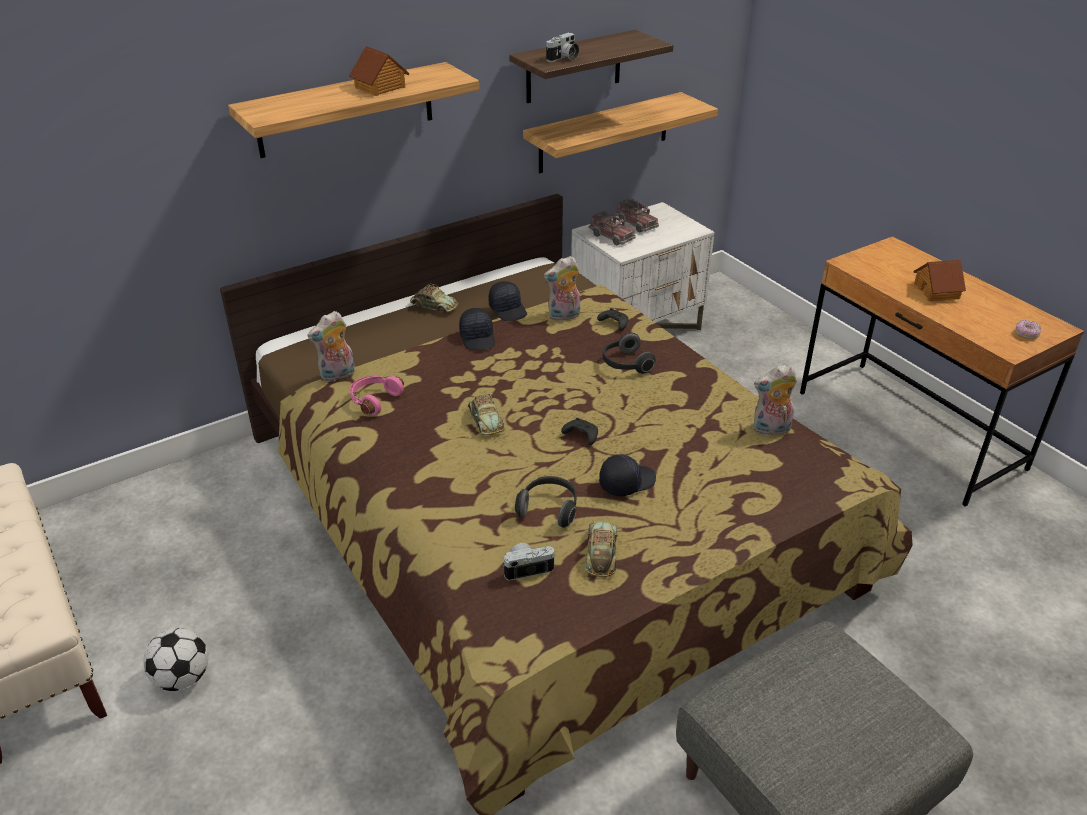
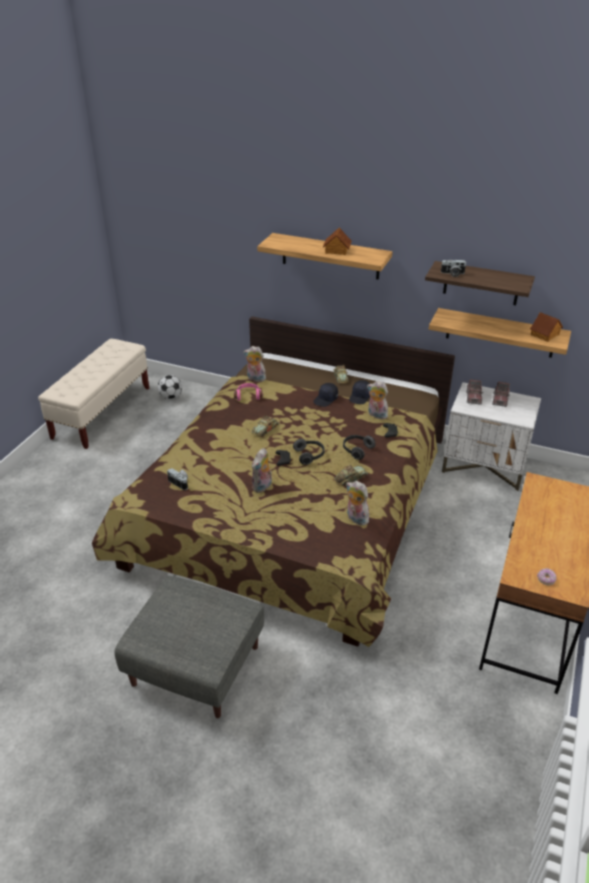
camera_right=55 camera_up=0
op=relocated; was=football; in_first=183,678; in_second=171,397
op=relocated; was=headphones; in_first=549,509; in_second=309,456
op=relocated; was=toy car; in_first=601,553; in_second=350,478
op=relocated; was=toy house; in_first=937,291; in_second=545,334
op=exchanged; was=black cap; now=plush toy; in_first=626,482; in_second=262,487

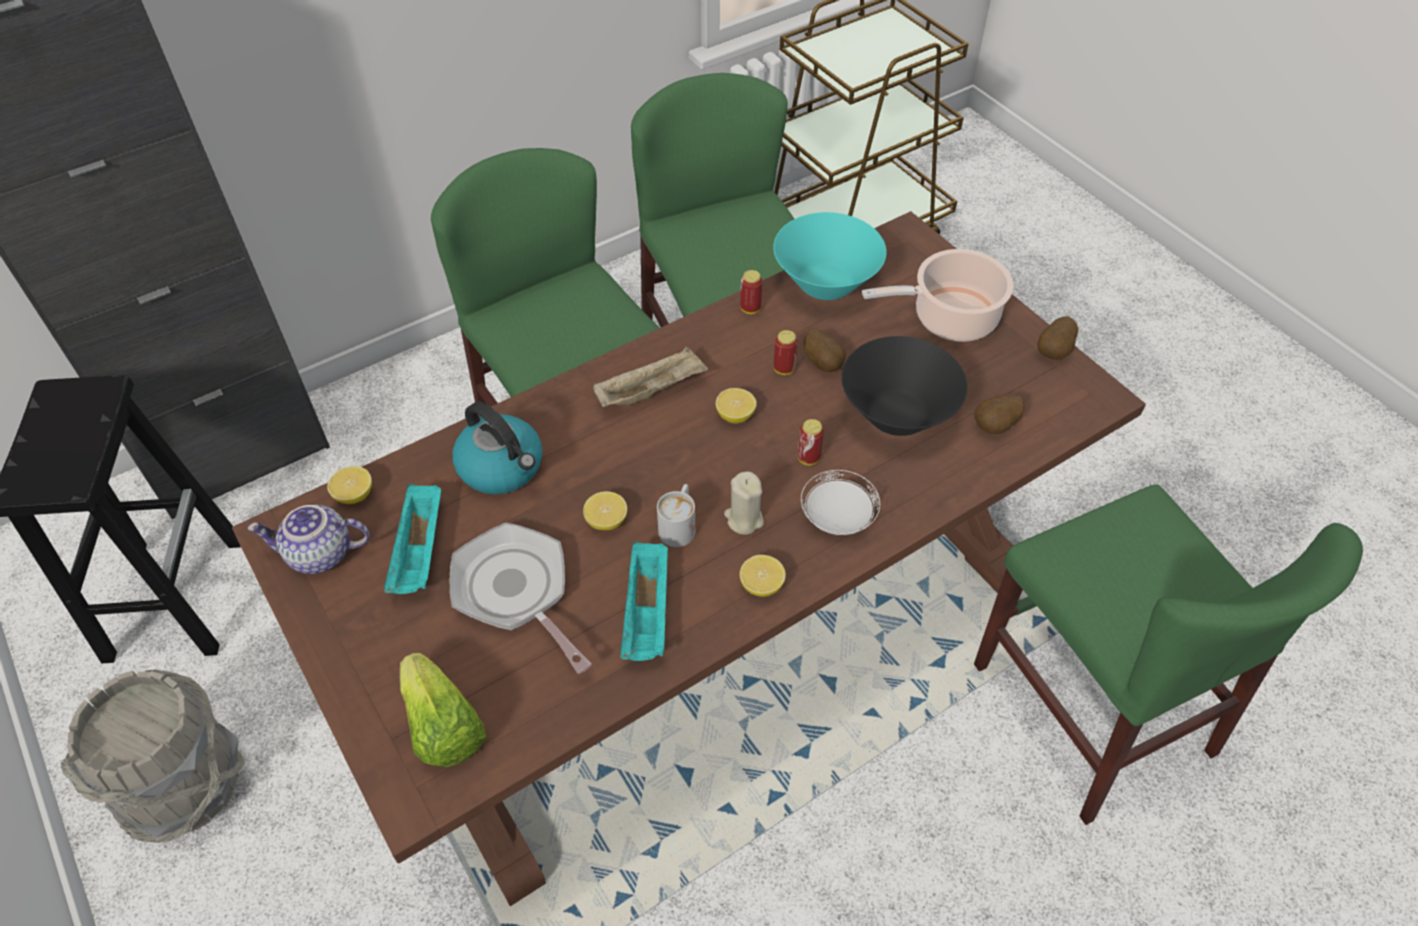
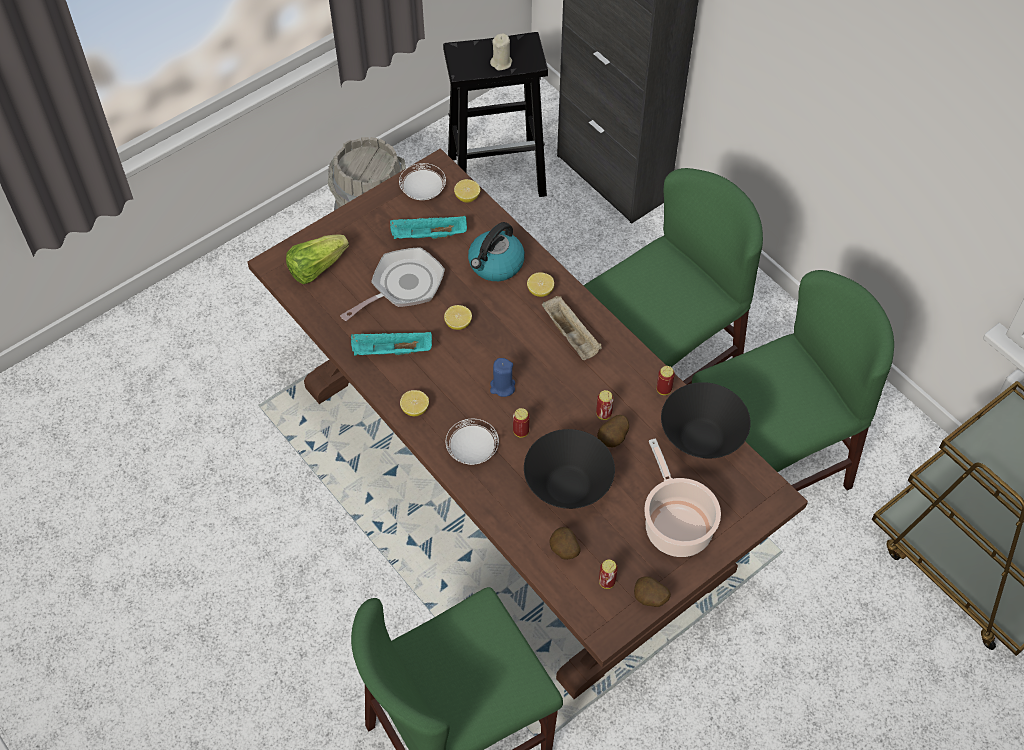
camera_right=85 camera_up=5
op=missing; was=white mug; in_first=679,525
op=appeared; now=blue candle; in_second=502,387
op=appeared; now=can; in_second=607,582
op=relocated; was=lemon; in_first=735,415; in_second=540,291
op=relocated; was=beige candle; in_first=744,519; in_second=501,63
op=exchanged; was=teapot; now=white plate; in_first=319,555; in_second=423,191
op=colour; was=turquoise bowl; now=black bowl; in_first=825,283; in_second=701,438

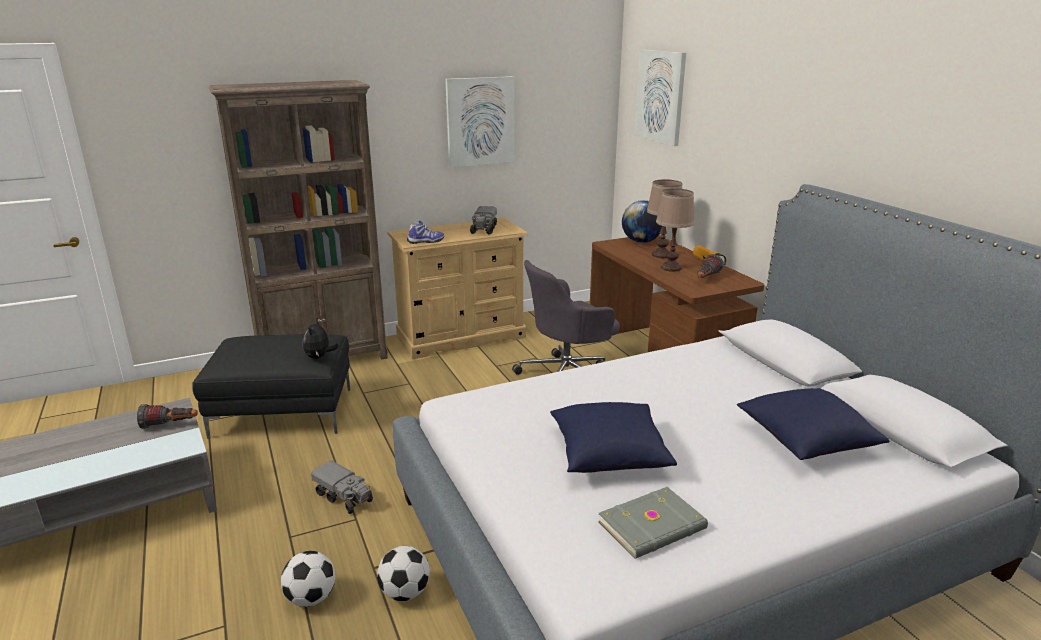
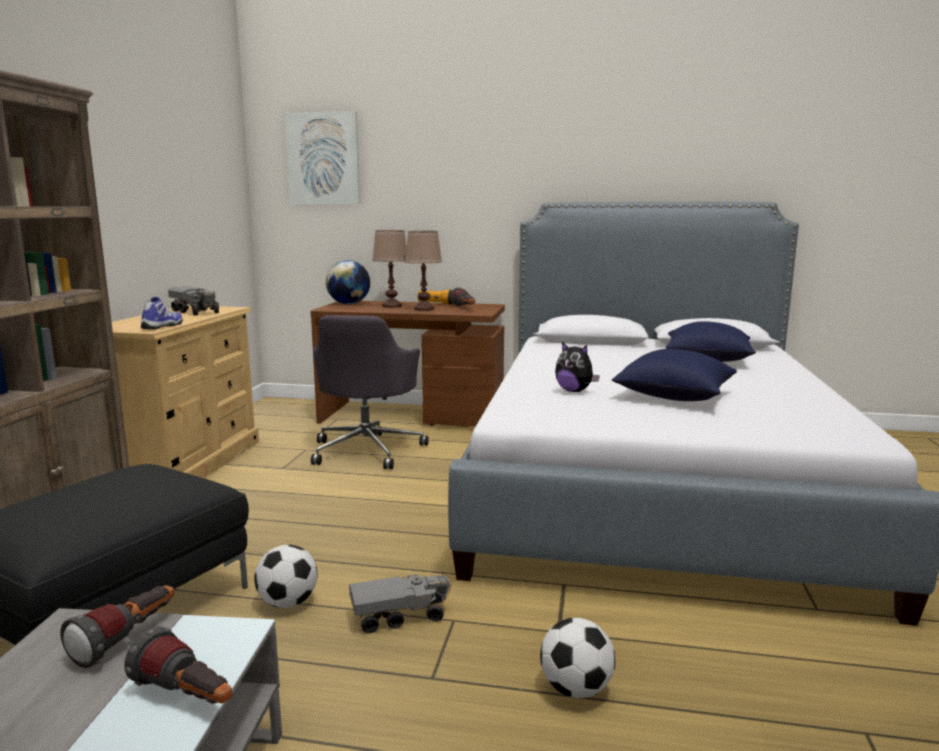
camera_right=-55 camera_up=-10
op=missing; was=picture; in_first=480,121
op=missing; was=grey book; in_first=653,527
op=appeared; now=flashlight; in_second=187,698
op=relocated; was=plush toy; in_first=319,357; in_second=574,391
op=relocated; was=football; in_first=405,592; in_second=288,603

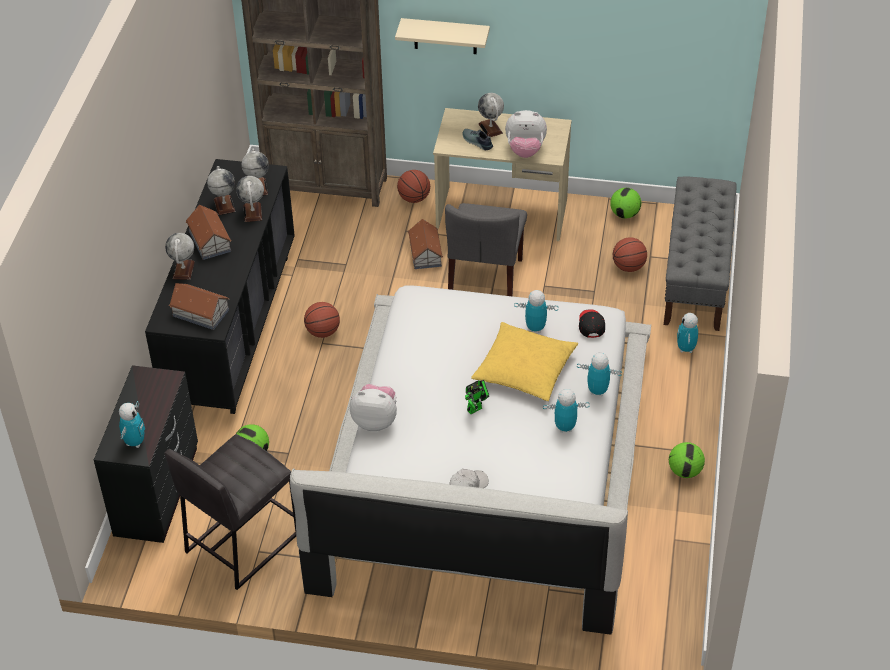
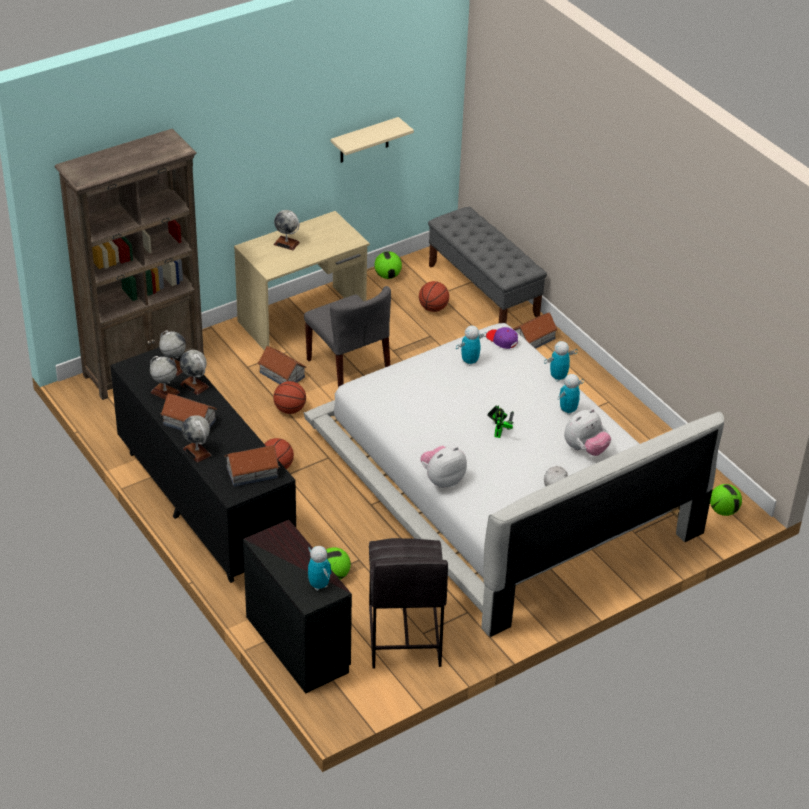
camera_right=-45 camera_up=-5
op=missing; was=shoe; in_first=476,142
op=missing; was=yellow pillow; in_first=524,370
op=relocated; was=beige shelf; in_first=445,36; in_second=364,141
op=relocated; was=basketball; in_first=414,198; in_second=289,410
op=relocated; was=plush toy; in_first=525,150; in_second=585,449
op=relocated; was=football; in_first=685,471; in_second=723,511
op=exchanged; was=toy robot; now=toy house; in_first=686,349; in_second=533,339
op=colour; was=black cap; now=purple cap; in_first=591,325; in_second=502,340

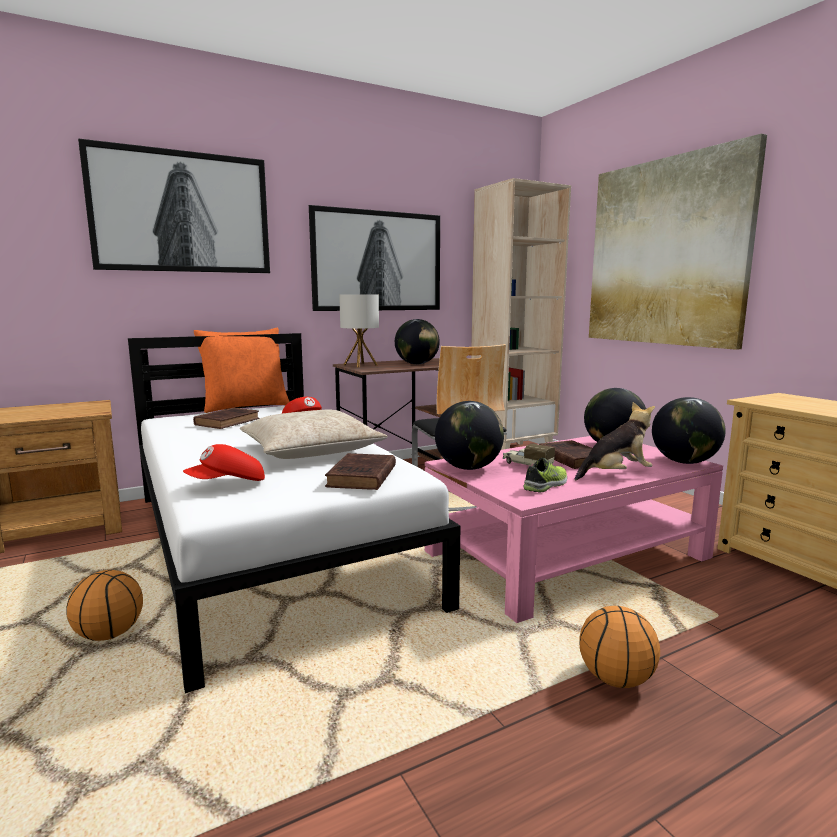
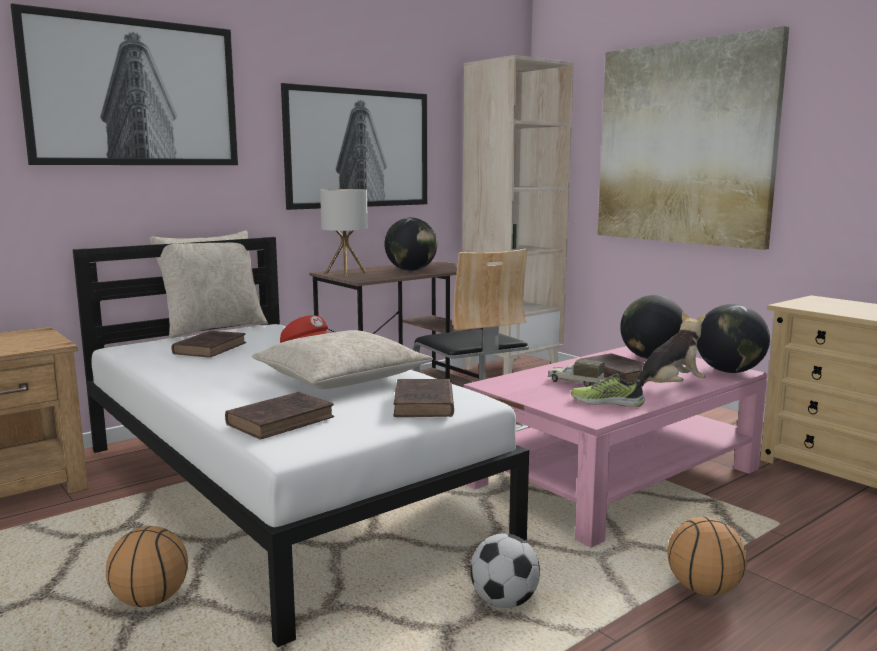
camera_right=-10 camera_up=0
op=missing; was=globe; in_first=468,468
op=appeared; now=football; in_second=503,602
op=exchanged; was=red cap; now=brown book; in_first=228,484; in_second=283,420
op=colour; was=orange pillow; now=beige pillow; in_first=245,407; in_second=213,328
op=spun; was=shoe; in_first=547,485; in_second=607,402; clockwise=-105

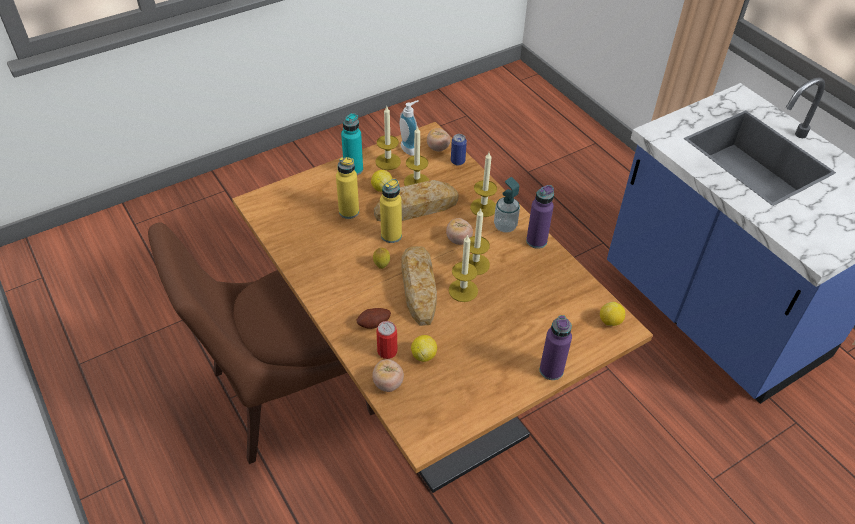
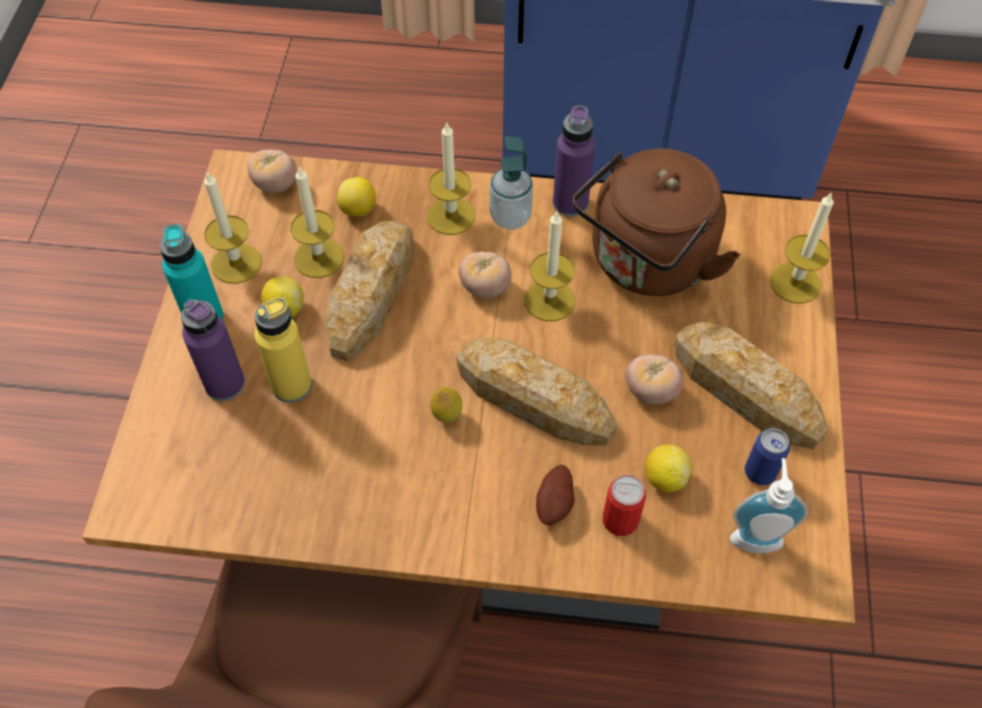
camera_right=-50 camera_up=10
op=missing; was=yellow bottle; in_first=391,235
op=appeared; now=brown kettle; in_second=646,263
op=appeared; now=bread; in_second=745,391
op=relocated; was=tomato; in_first=388,383; in_second=651,391
op=relocated; was=soap dispenser; in_first=410,148; in_second=756,535
op=relocated; was=candle; in_first=463,290; in_second=795,283
op=relocated; was=can; in_first=457,161; in_second=760,472
op=relocated; was=purple bottle; in_first=551,370; in_second=225,384
op=relocated; was=lemon; in_first=610,322; in_second=358,210

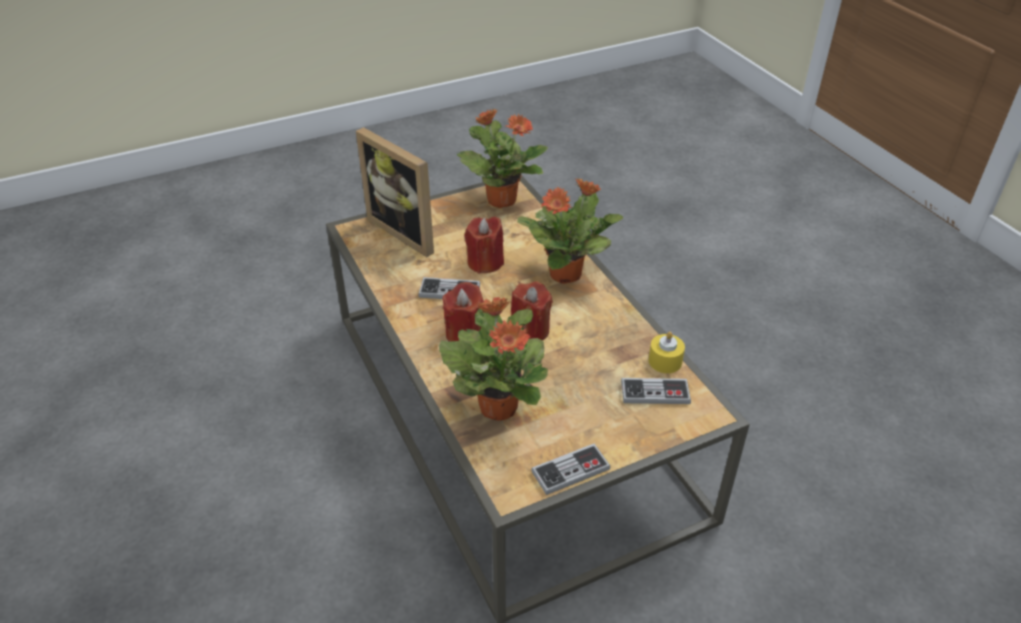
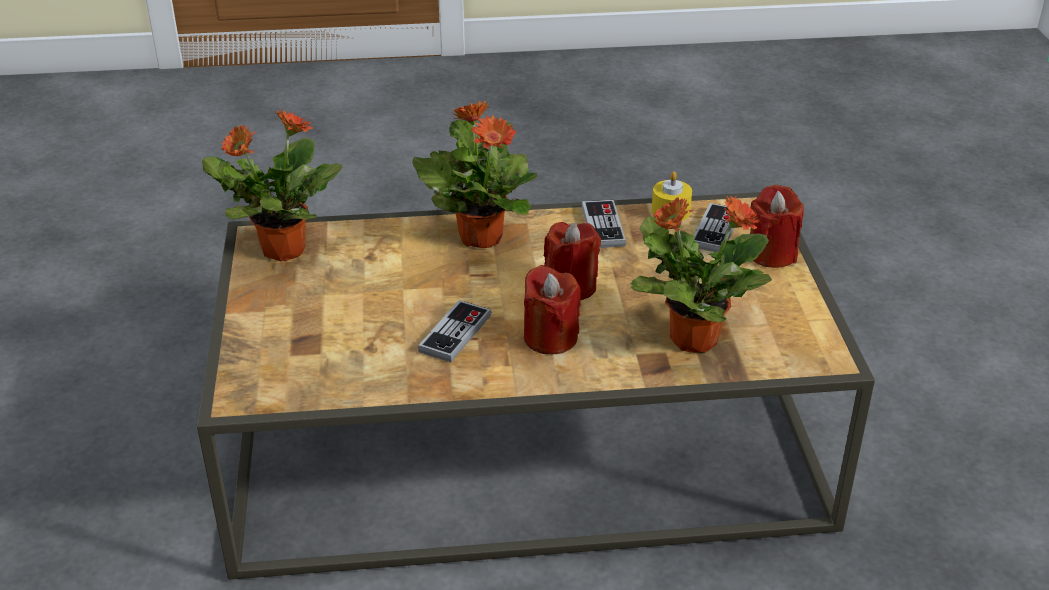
camera_right=-70 camera_up=-5
op=missing; was=picture frame; in_first=408,231
op=relocated; was=red candle; in_first=485,262; in_second=772,254
op=relocated; was=game controller; in_first=570,470; in_second=603,226

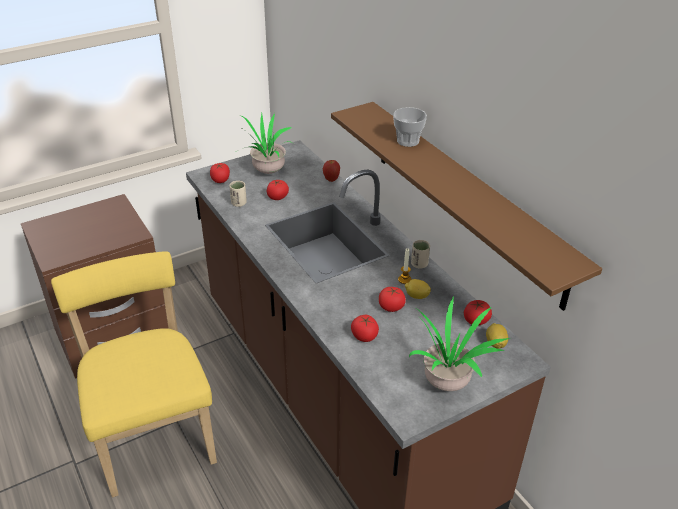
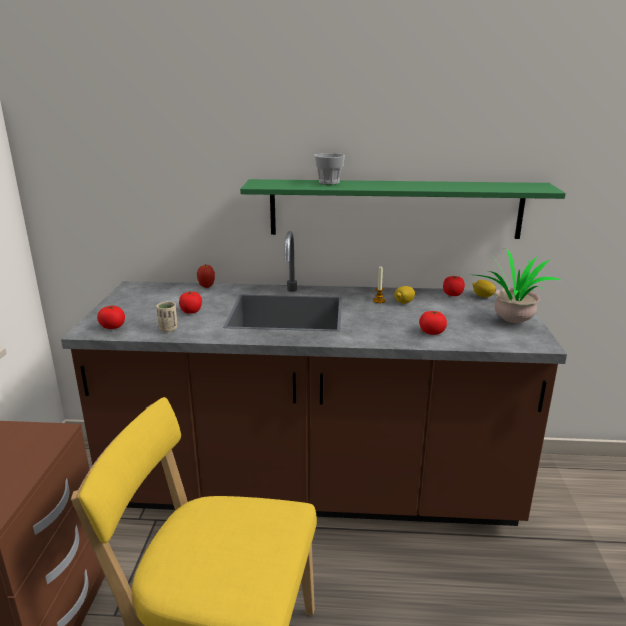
camera_right=-55 camera_up=-15
op=missing; was=potted plant; in_first=266,171
op=missing; was=tomato; in_first=391,307
op=missing; was=beige cup; in_first=419,264
op=colour; was=brown shelf; now=green shelf; in_first=465,199; in_second=395,209

